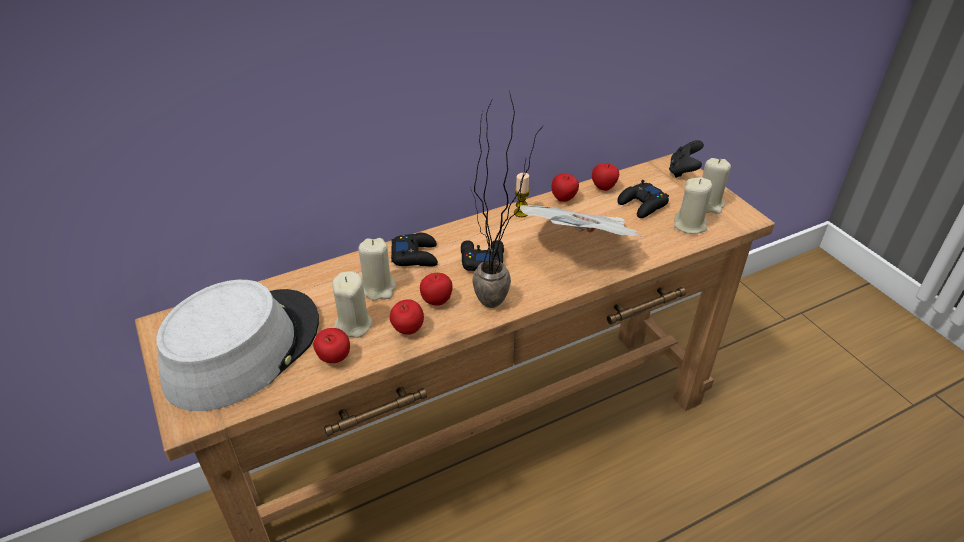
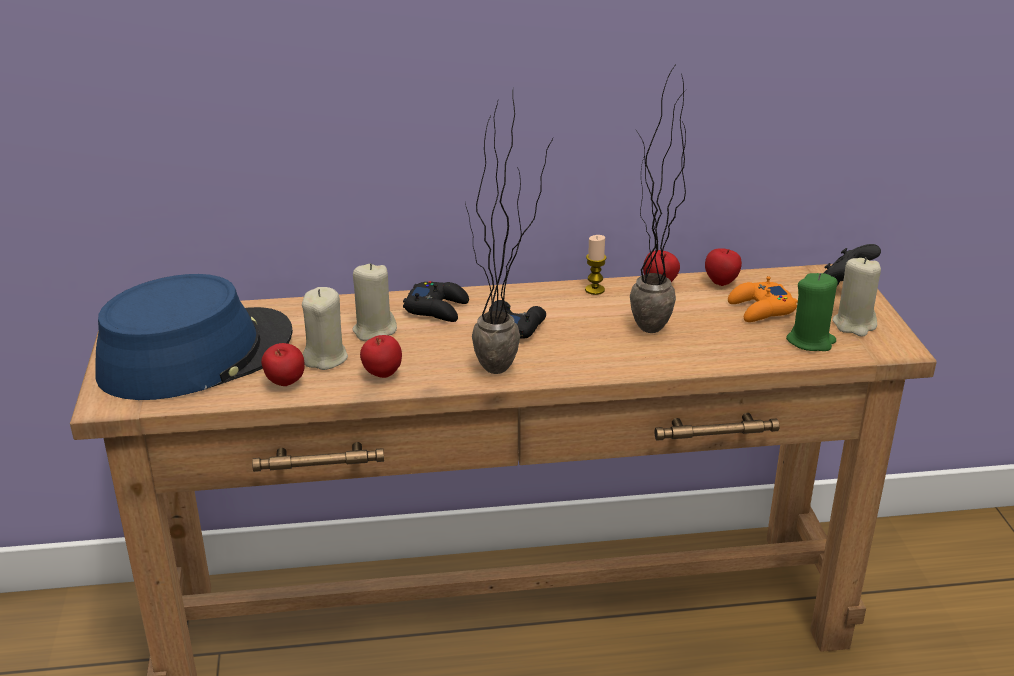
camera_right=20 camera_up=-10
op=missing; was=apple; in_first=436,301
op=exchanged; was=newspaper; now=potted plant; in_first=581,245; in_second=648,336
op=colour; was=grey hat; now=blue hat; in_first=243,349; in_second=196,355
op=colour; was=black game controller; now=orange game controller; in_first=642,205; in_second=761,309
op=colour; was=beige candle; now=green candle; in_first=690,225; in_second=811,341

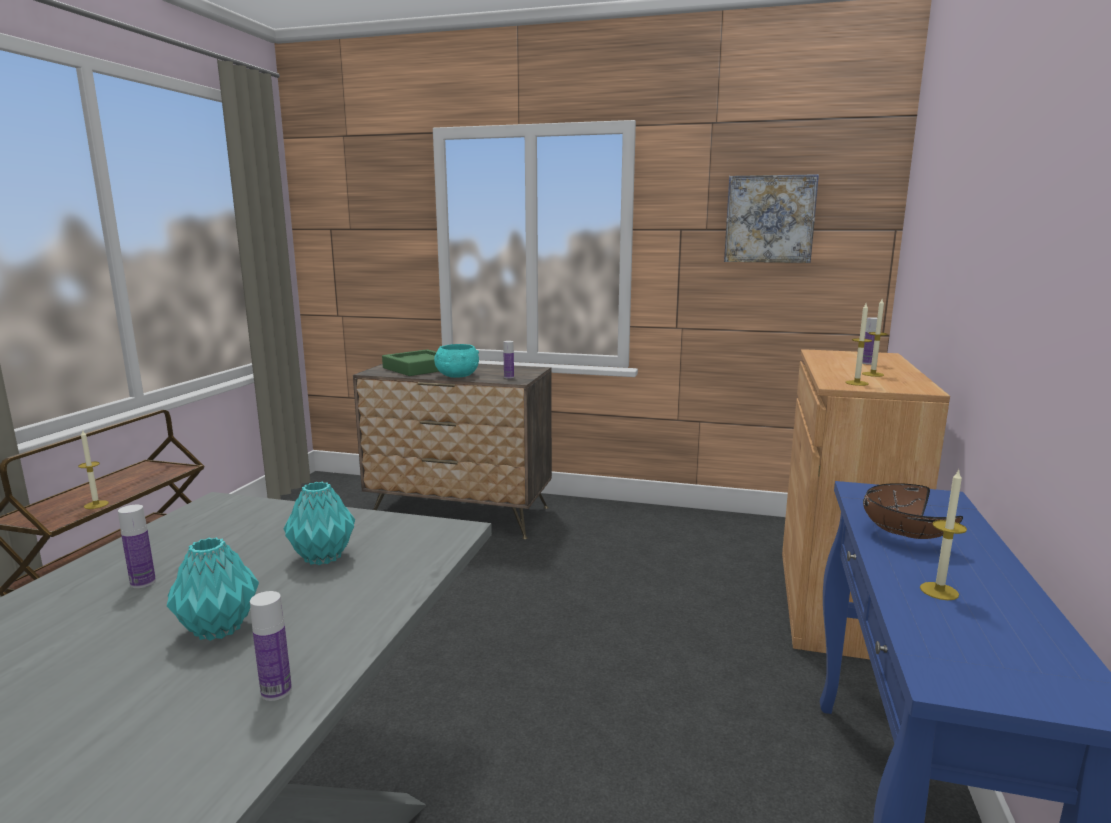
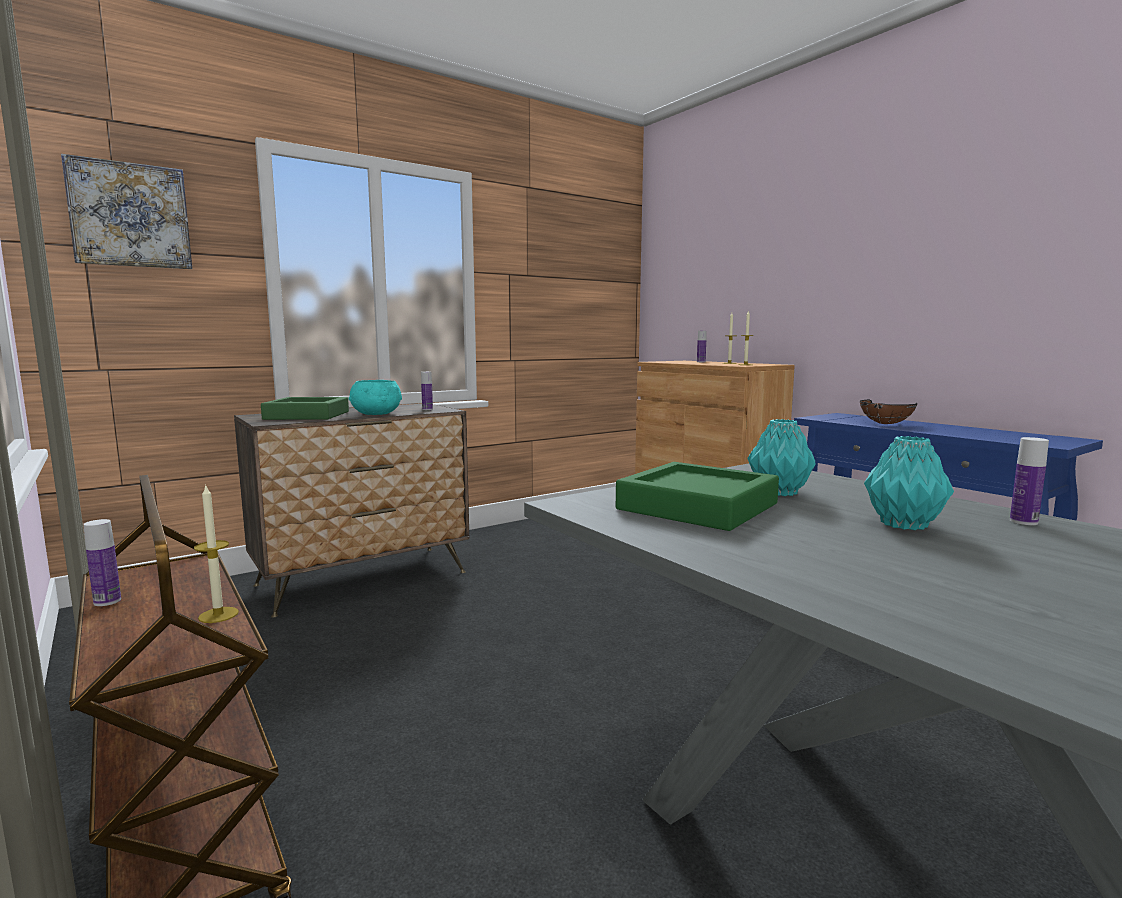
camera_right=-50 camera_up=-5
op=missing; was=candle; in_first=939,591
op=appeared; now=green tray; in_second=697,506
op=relocated; was=bottle; in_first=143,582; in_second=107,601
op=relocated; was=picture; in_first=769,219; in_second=130,215

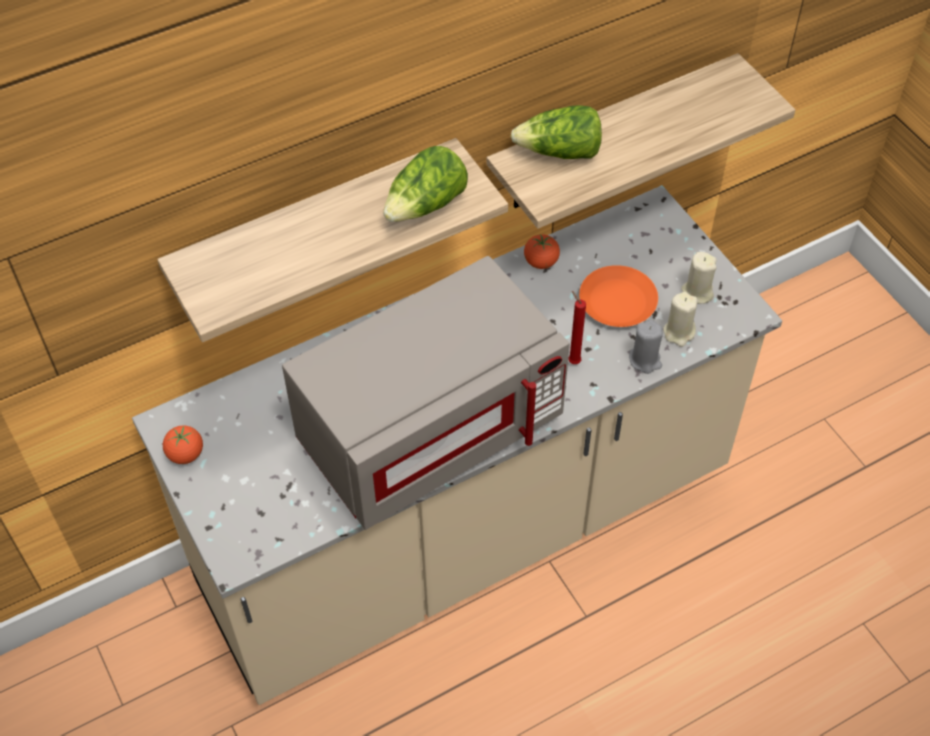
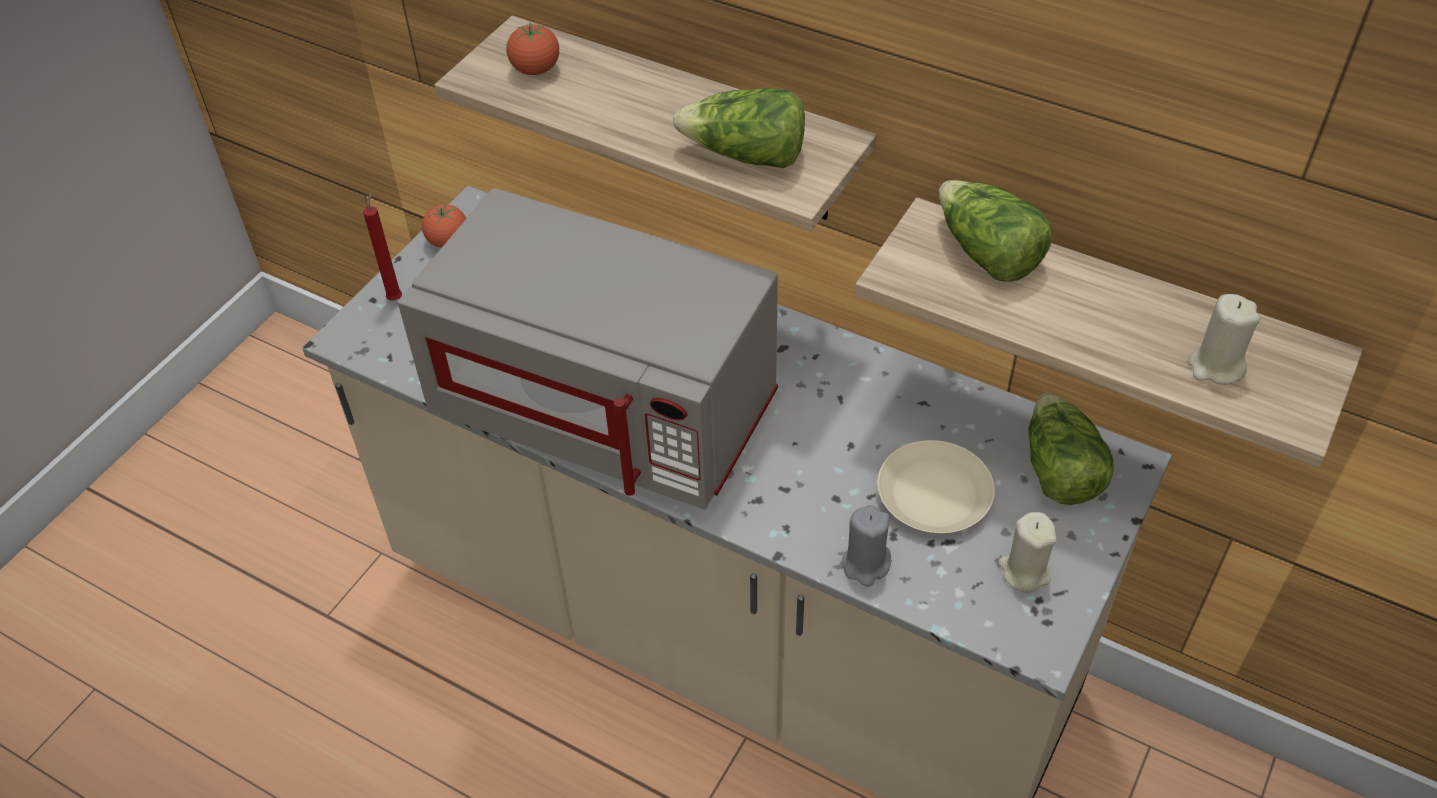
camera_right=60 camera_up=-5
op=appeared; now=lettuce; in_second=1058,470
op=relocated; was=tomato; in_first=541,262; in_second=535,69
op=relocated; was=red candle; in_first=572,361; in_second=396,297
op=relocated; was=beige candle; in_first=679,332; in_second=1215,366
op=colour; was=orange plate; now=beige plate; in_first=617,301; in_second=935,494

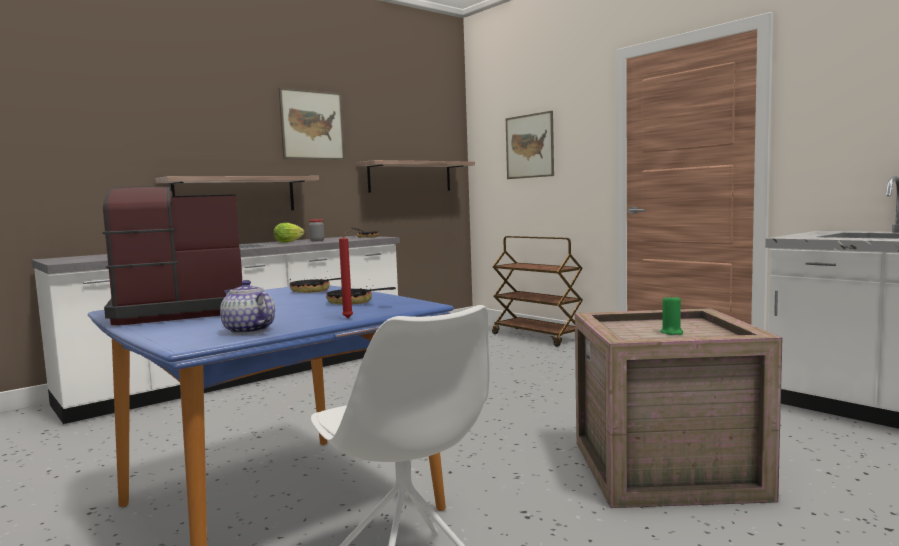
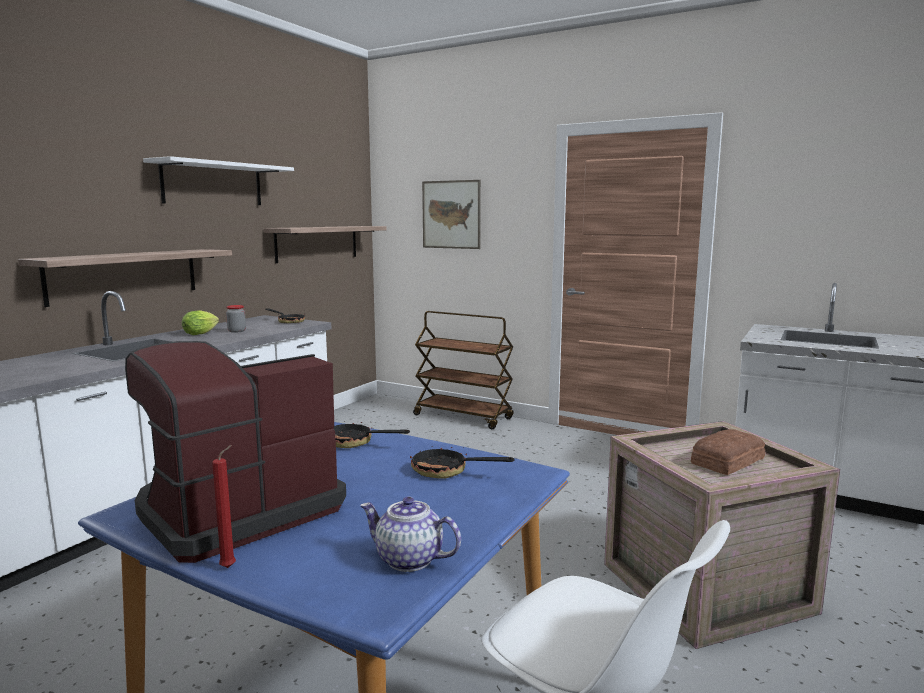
camera_right=-20 camera_up=5
op=relocated; was=red candle; in_first=349,318; in_second=230,567
op=exchanged; was=picture; now=white shelf; in_first=312,125; in_second=213,184
op=exchanged; was=green candle; now=bread; in_first=672,332; in_second=725,461

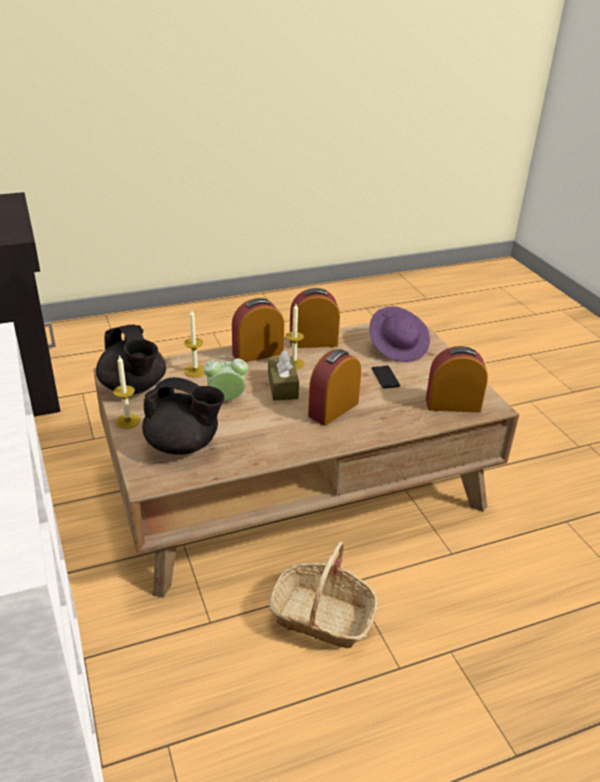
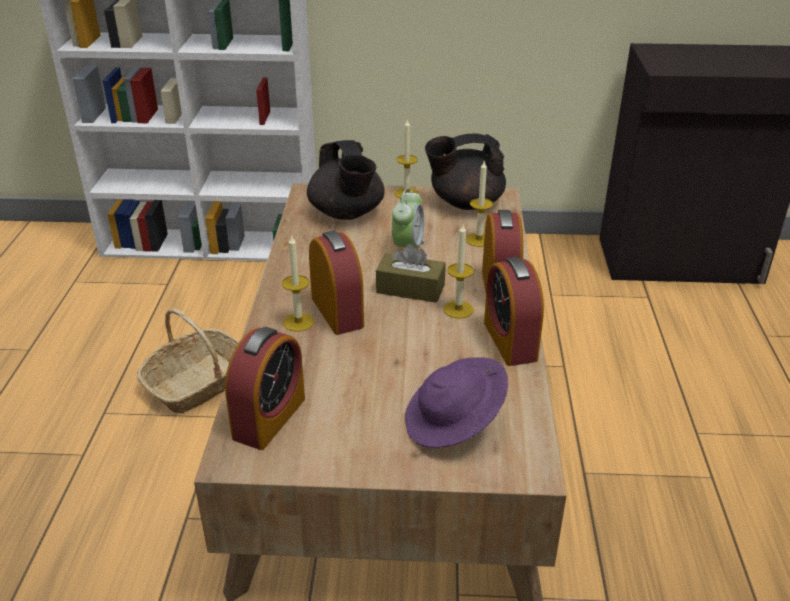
camera_right=115 camera_up=0
op=missing; was=phone; in_first=385,377
op=appeared; now=candle; in_second=298,322
op=spun; was=black teapot; in_first=183,444; in_second=347,214; clockwise=-60
op=spun; was=alarm clock; in_first=313,342; in_second=510,341; clockwise=150

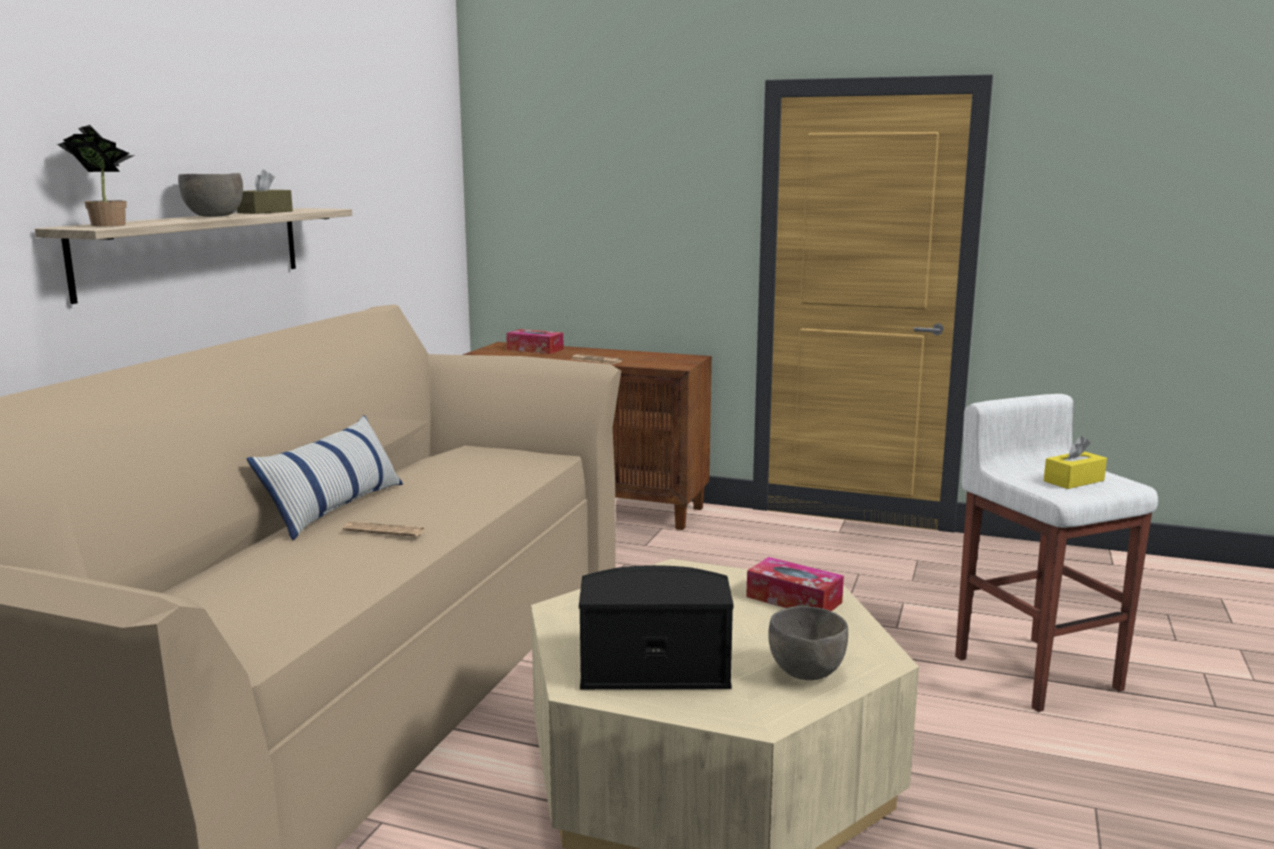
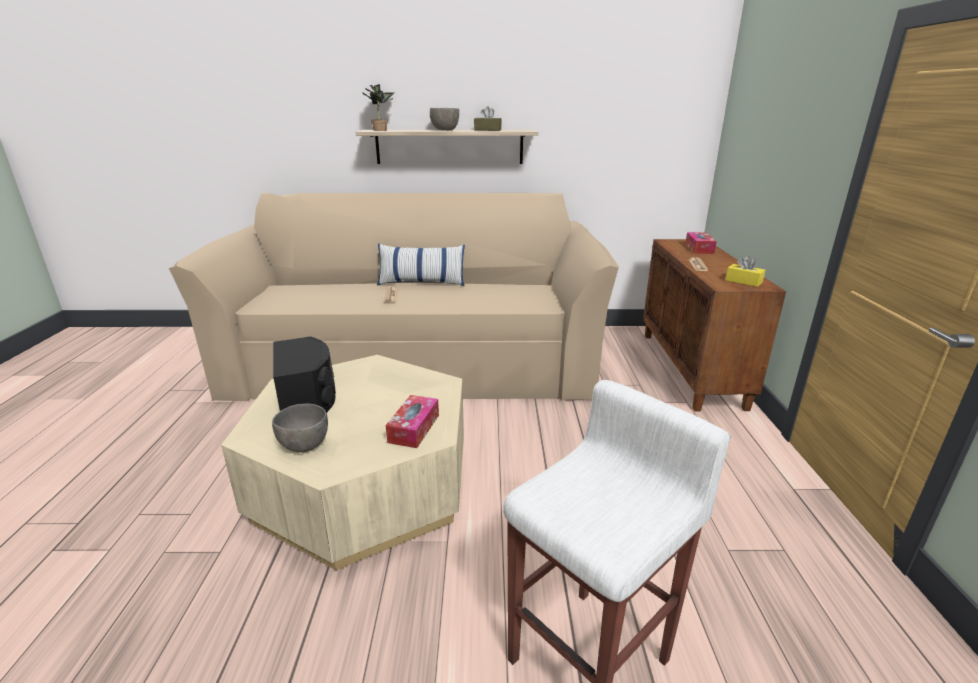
camera_right=70 camera_up=10
op=relocated; was=yellow tissue box; in_first=1073,481; in_second=743,281

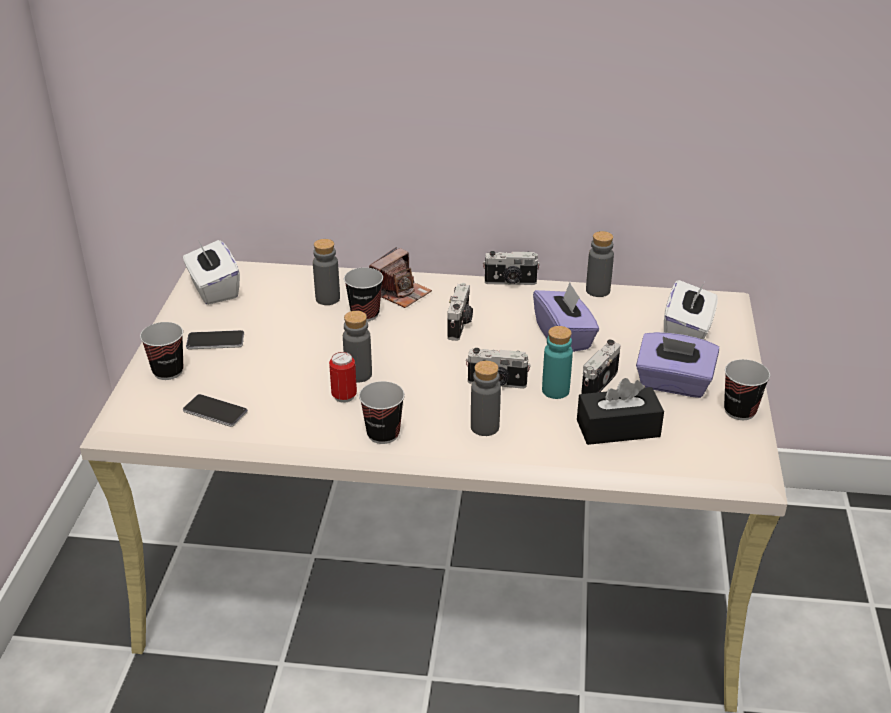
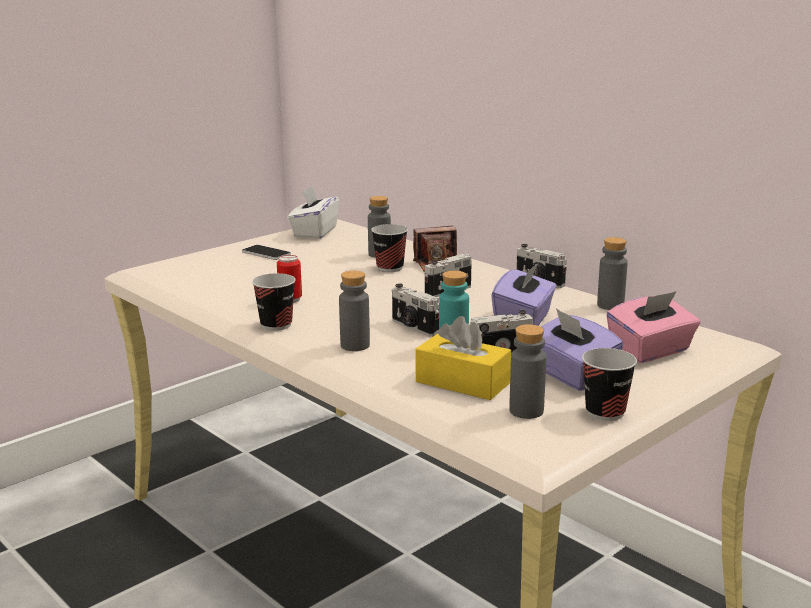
camera_right=40 camera_up=-15
op=missing; was=cup; in_first=168,371
op=missing; was=phone; in_first=215,411
op=relocated; was=grey bottle; in_first=358,374; in_second=526,411
op=colour; was=black tissue box; now=yellow tissue box; in_first=618,428; in_second=462,382
op=colour; was=white tissue box; now=pink tissue box; in_first=687,332; in_second=651,351

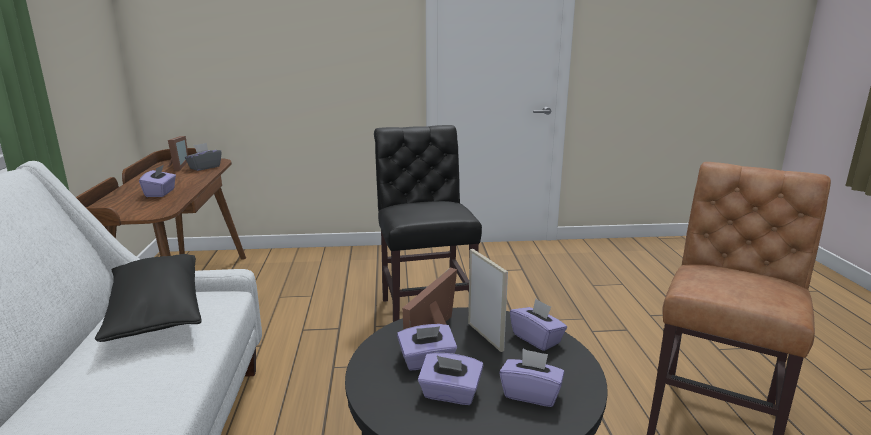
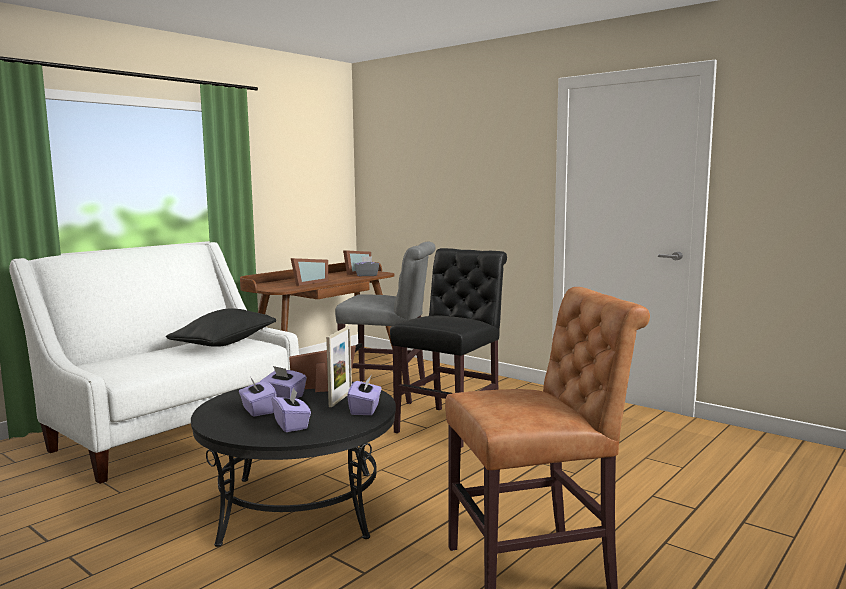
camera_right=45 camera_up=-10
op=appeared; now=grey chair; in_second=389,392
op=exchanged; was=purple tissue box; now=picture frame; in_first=160,193; in_second=308,282

